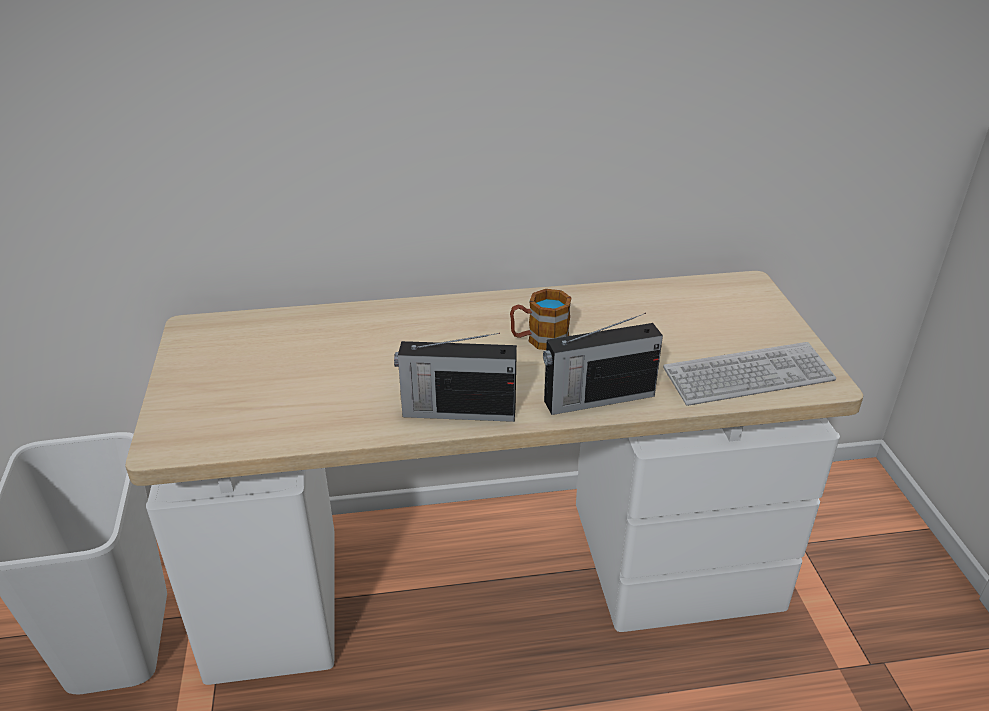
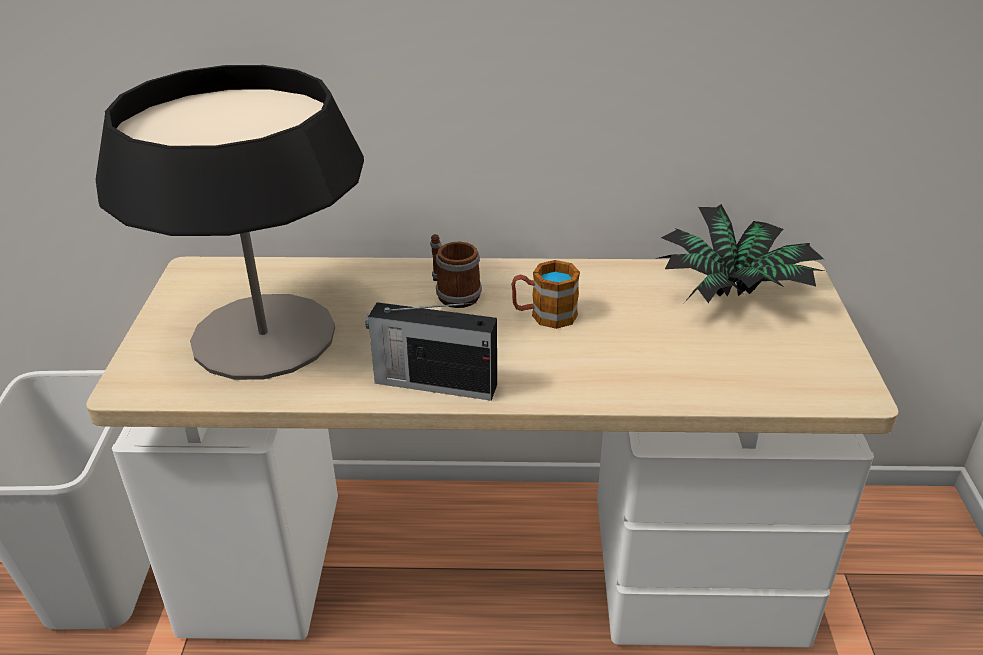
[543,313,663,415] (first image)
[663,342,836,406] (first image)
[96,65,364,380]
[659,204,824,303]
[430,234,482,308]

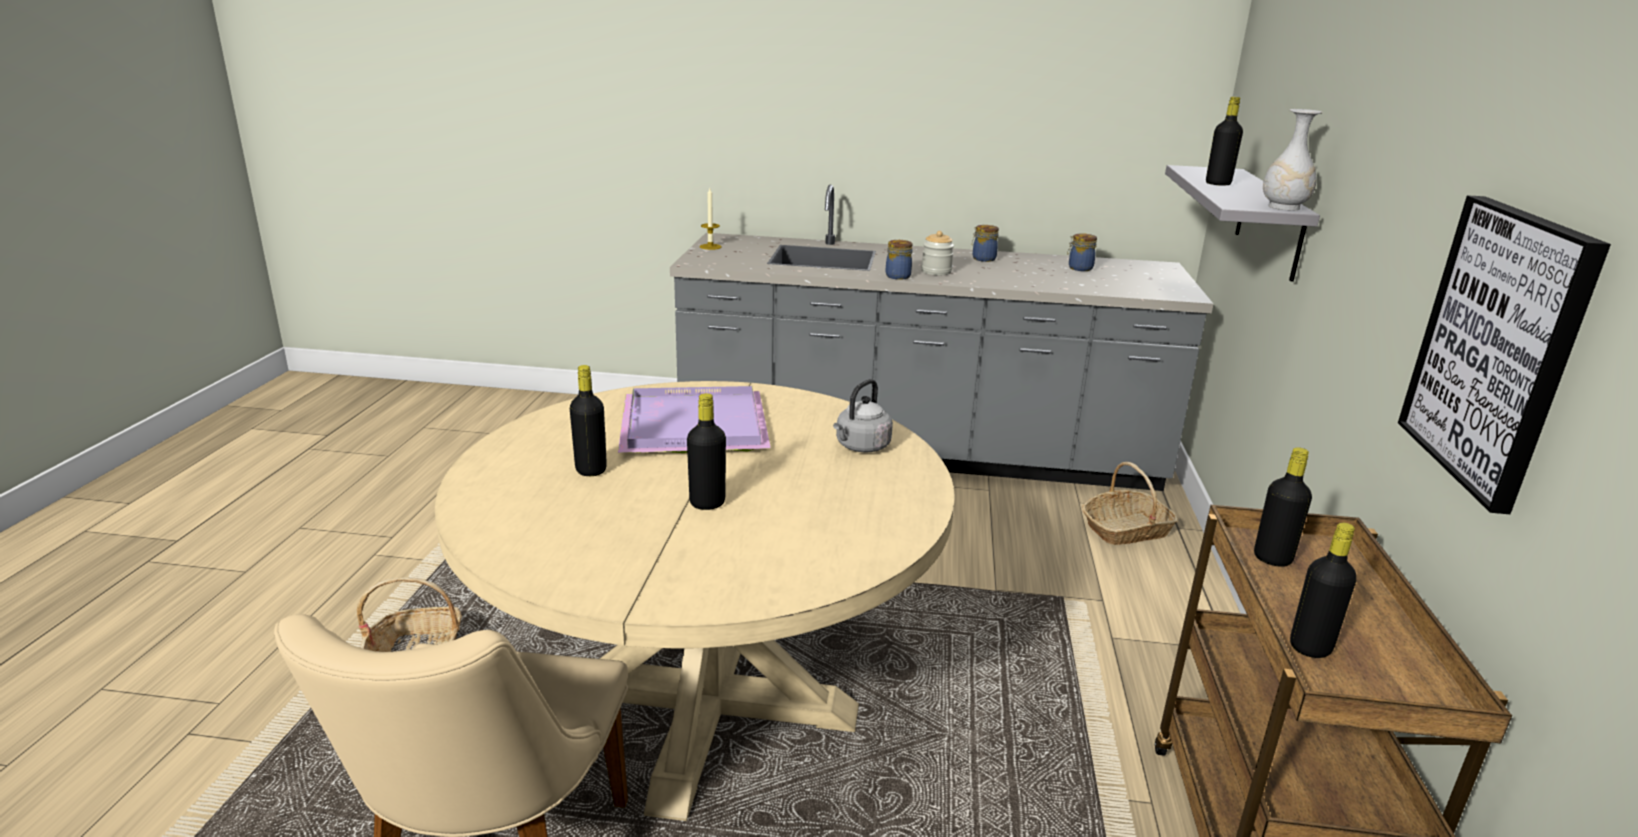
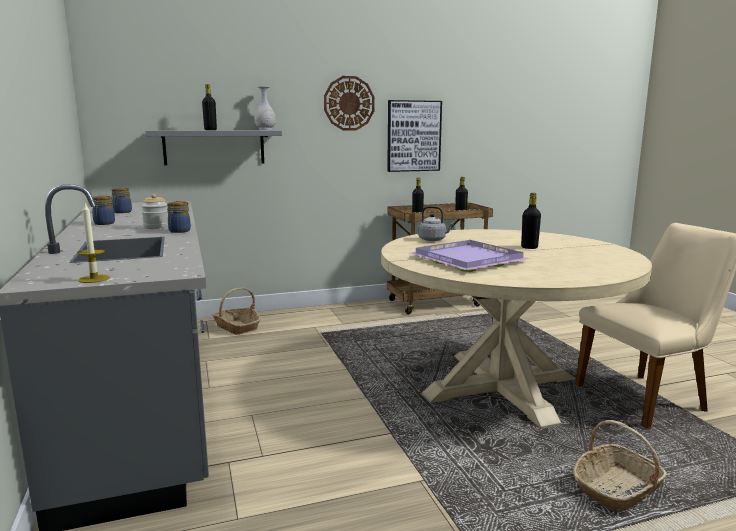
[570,365,607,476] (first image)
[324,76,375,131]

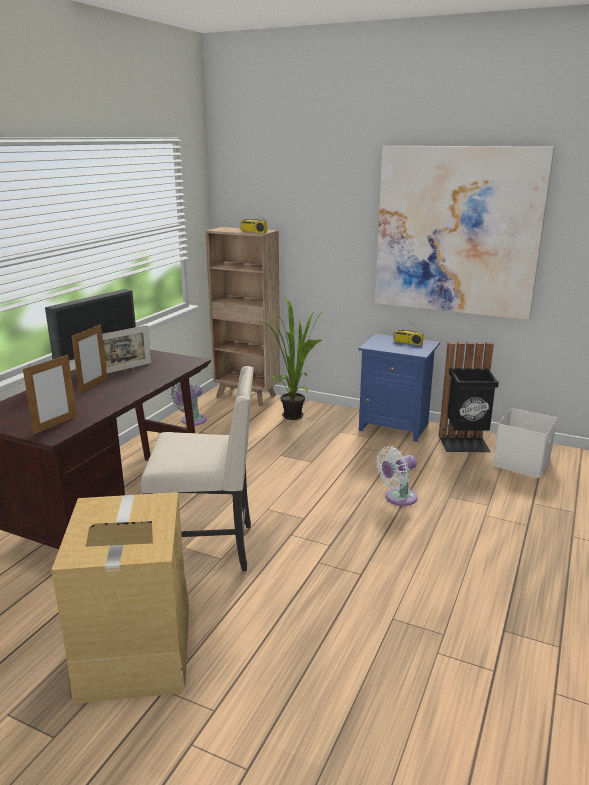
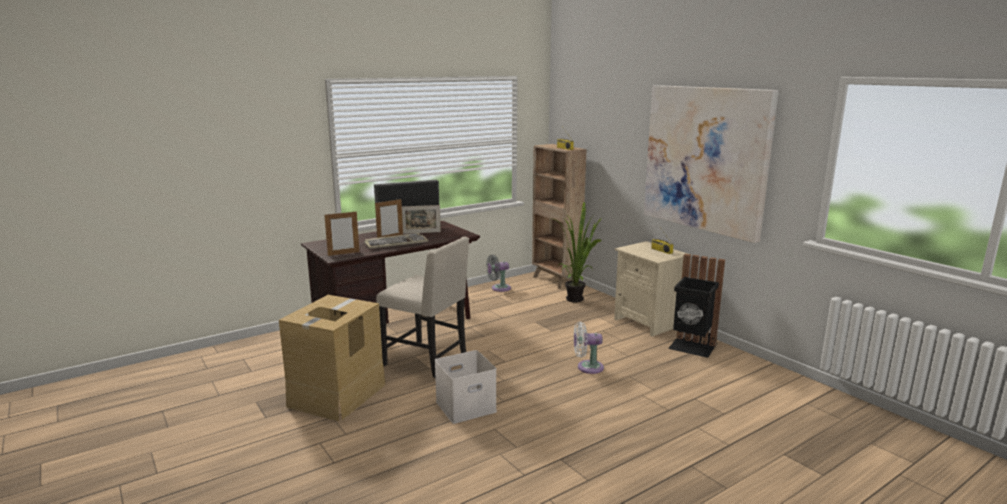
[614,241,688,337]
[435,350,497,424]
[364,233,429,249]

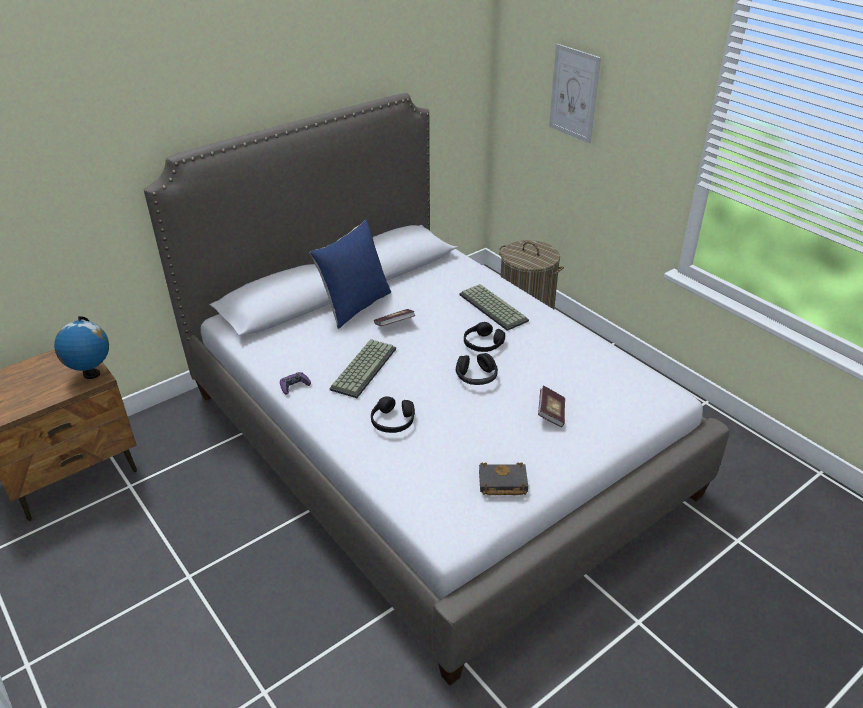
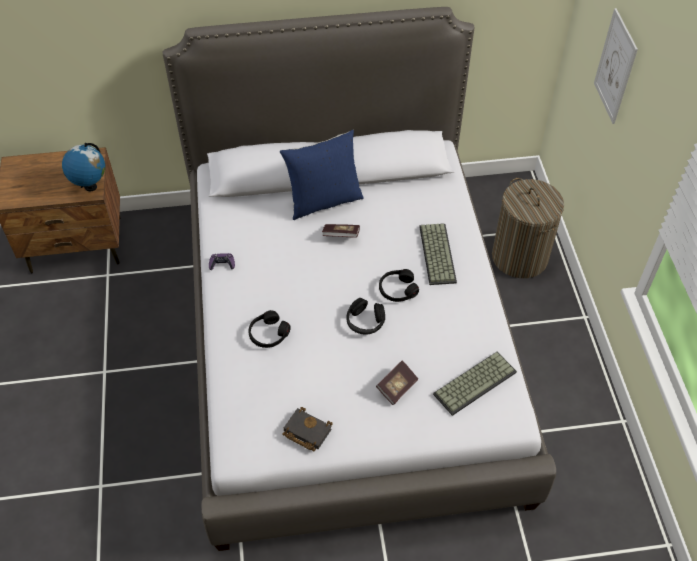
[433,352,517,416]

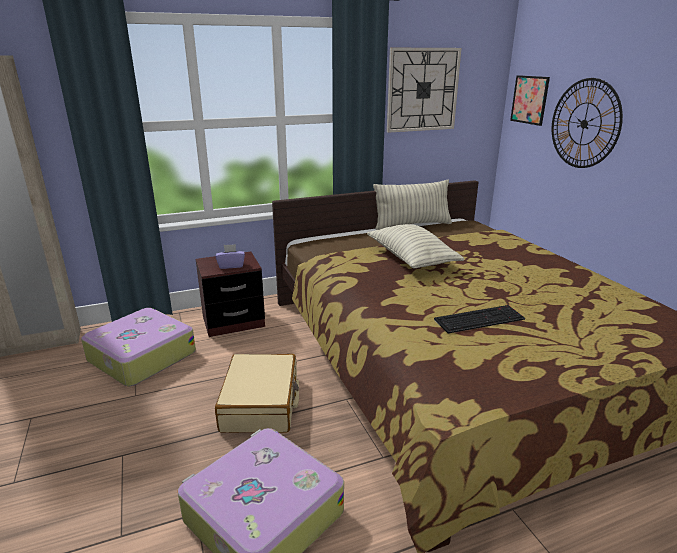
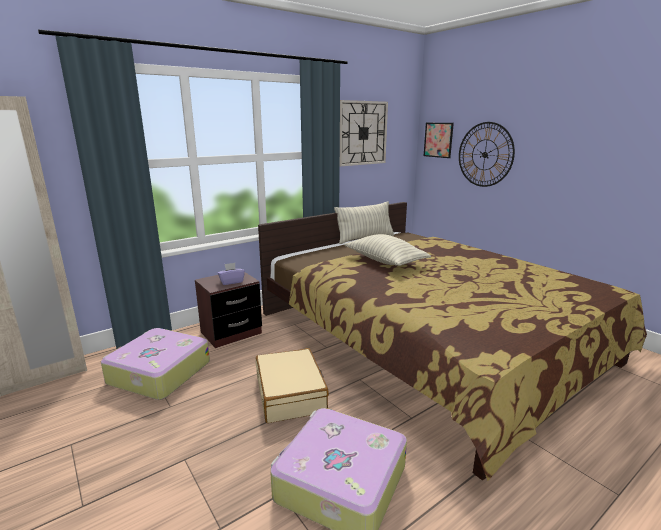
[434,305,525,334] (first image)

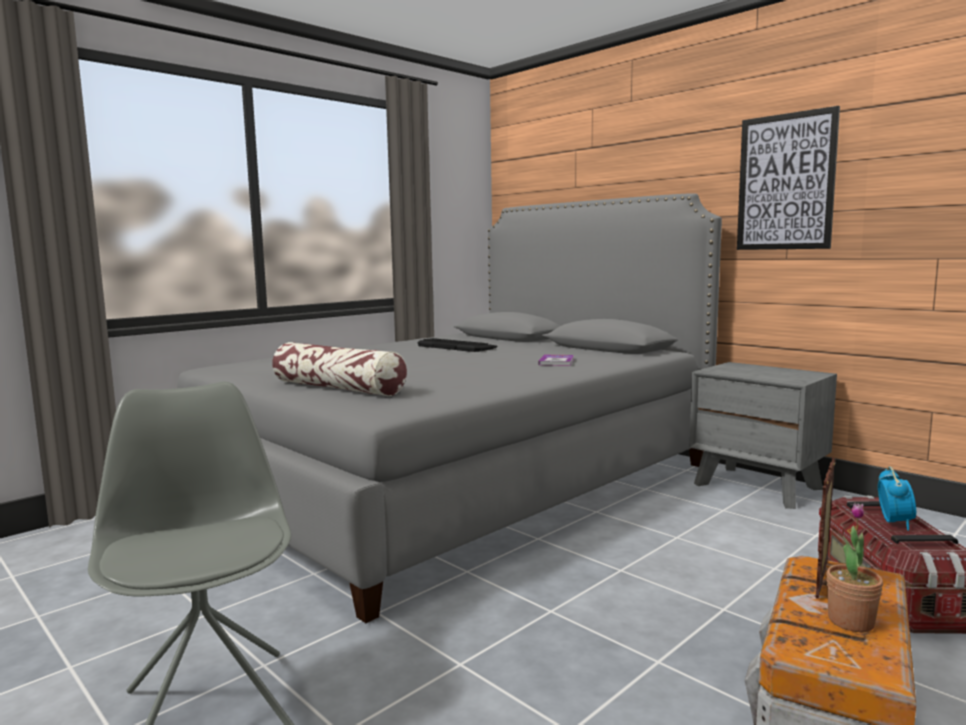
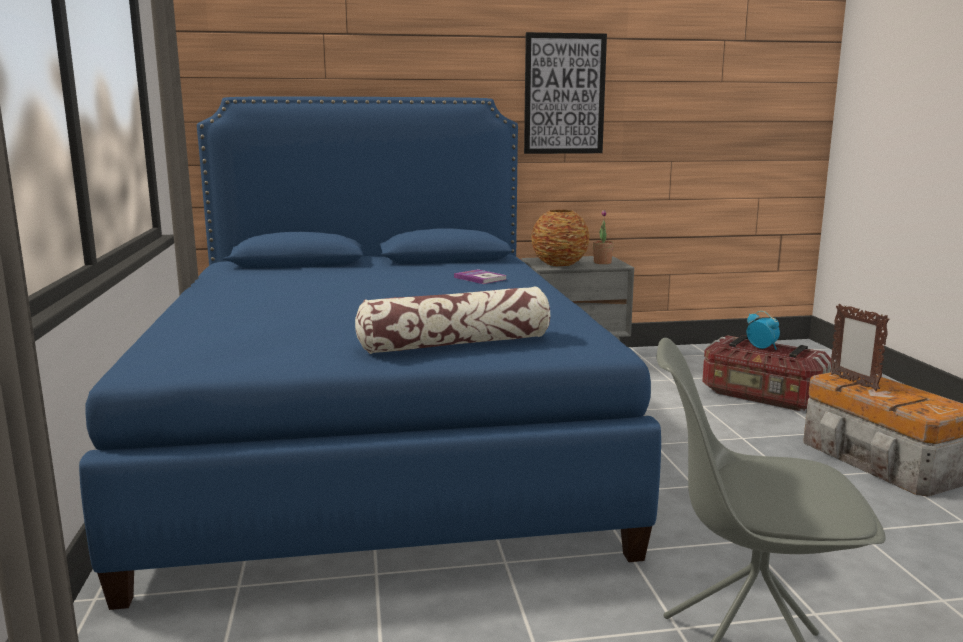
[79,96,661,610]
[418,338,497,352] (first image)
[593,210,614,264]
[531,210,590,266]

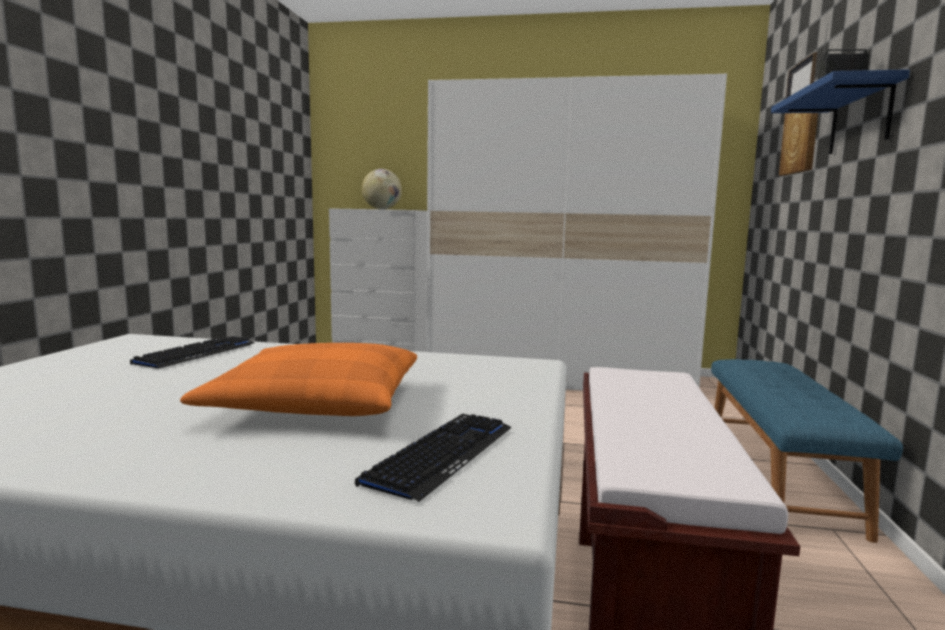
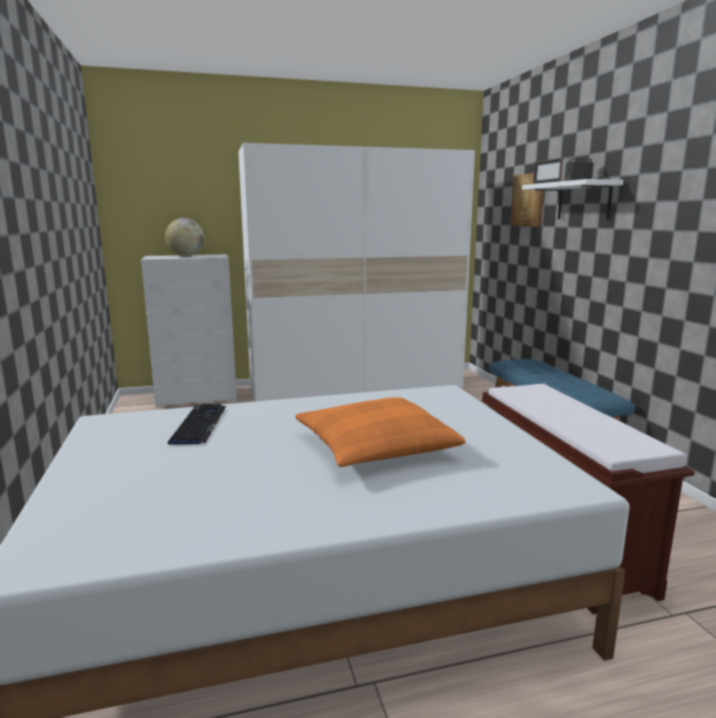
[522,179,624,220]
[355,414,512,502] (first image)

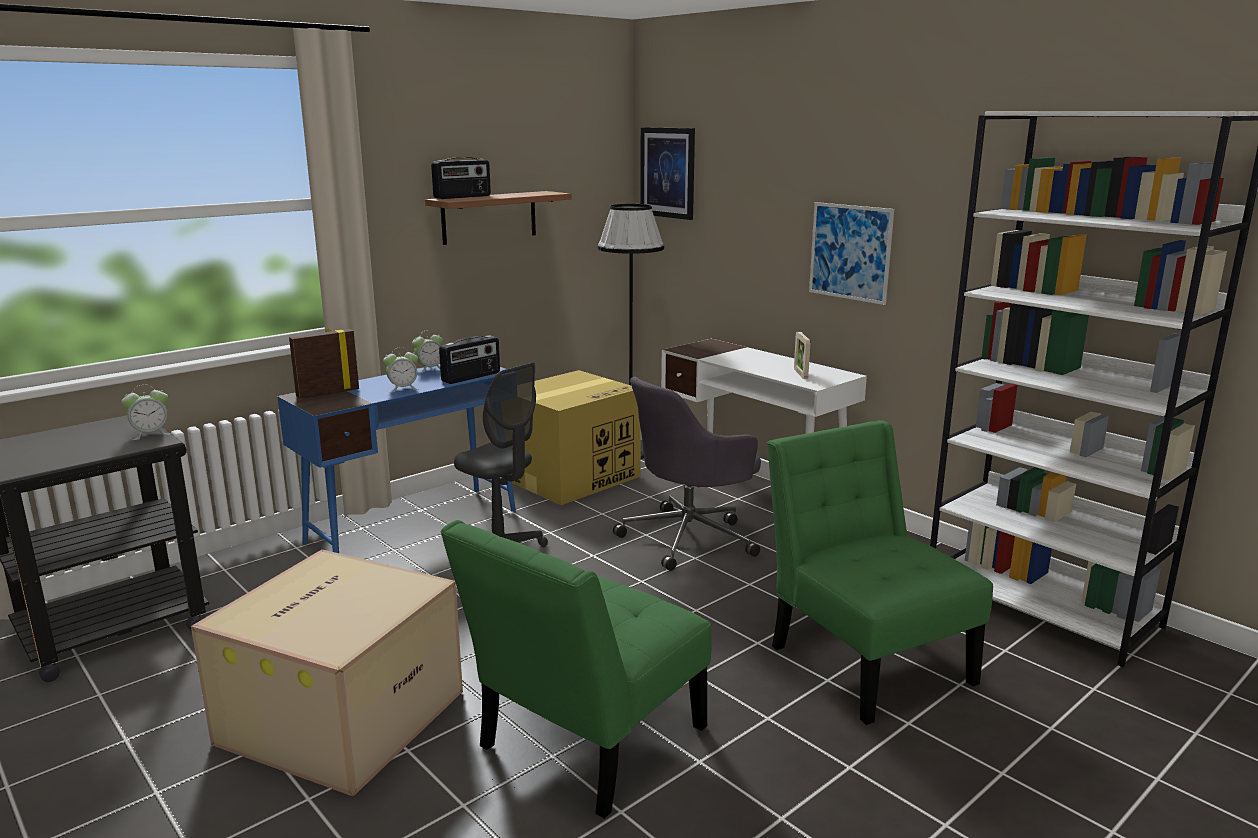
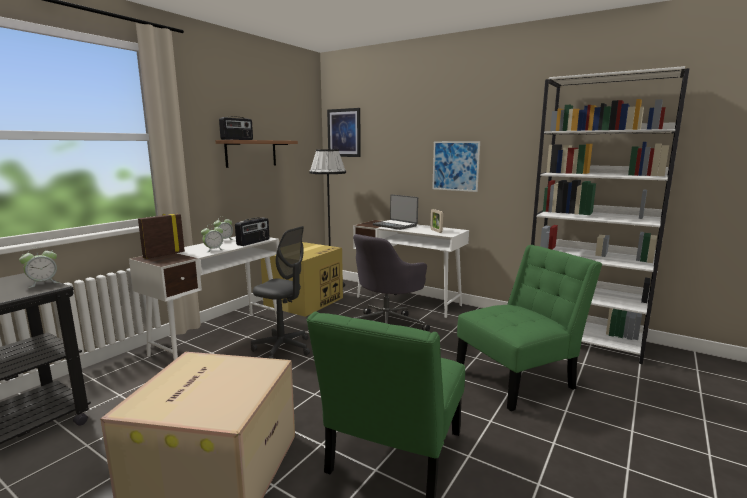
[129,236,279,360]
[456,245,602,411]
[373,194,418,230]

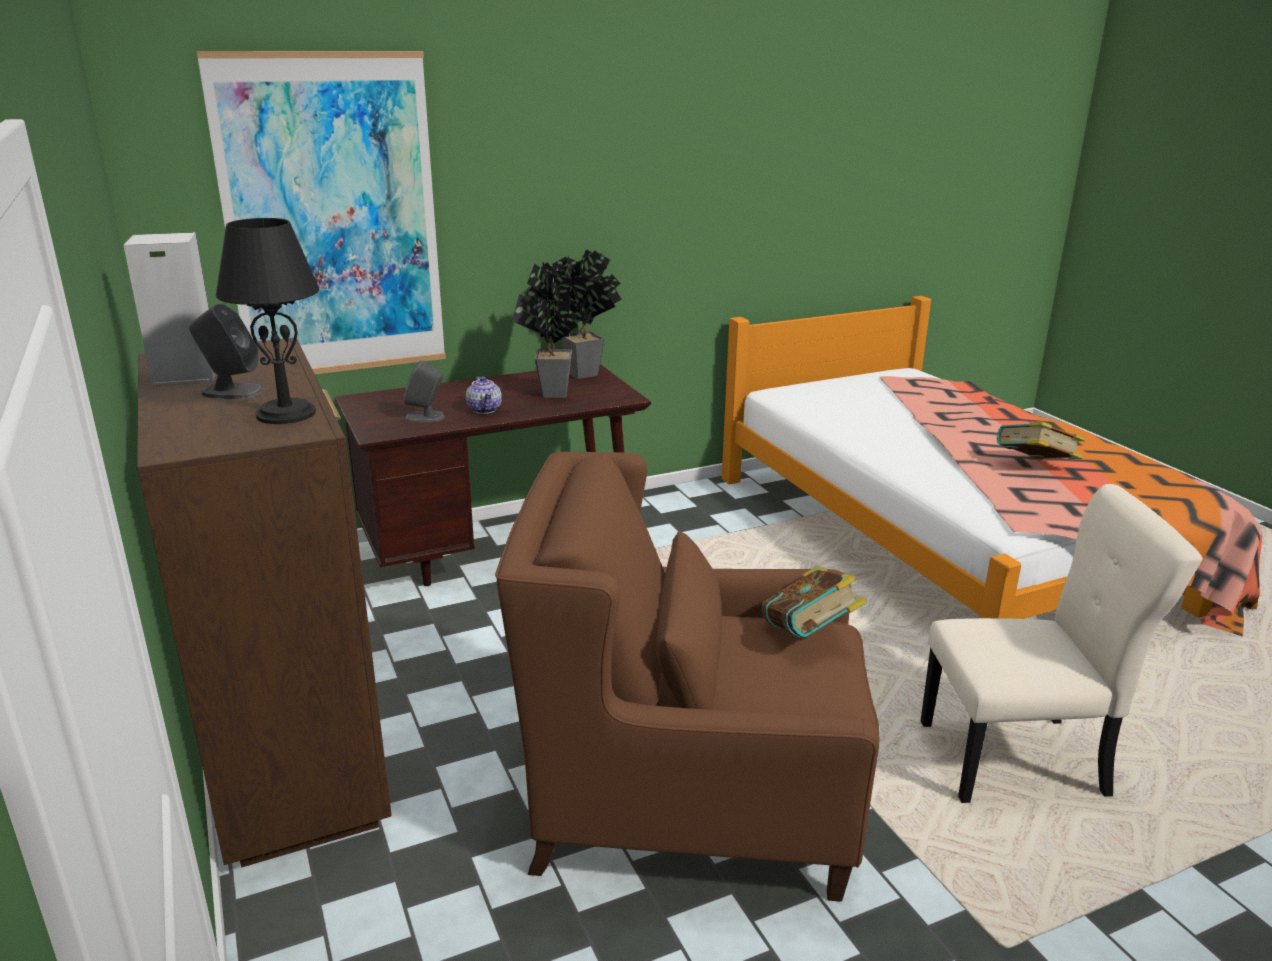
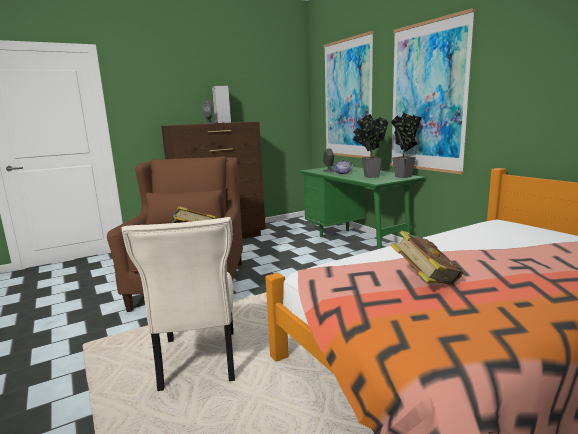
[216,218,319,424] (first image)
[300,166,425,249]
[390,8,476,174]

